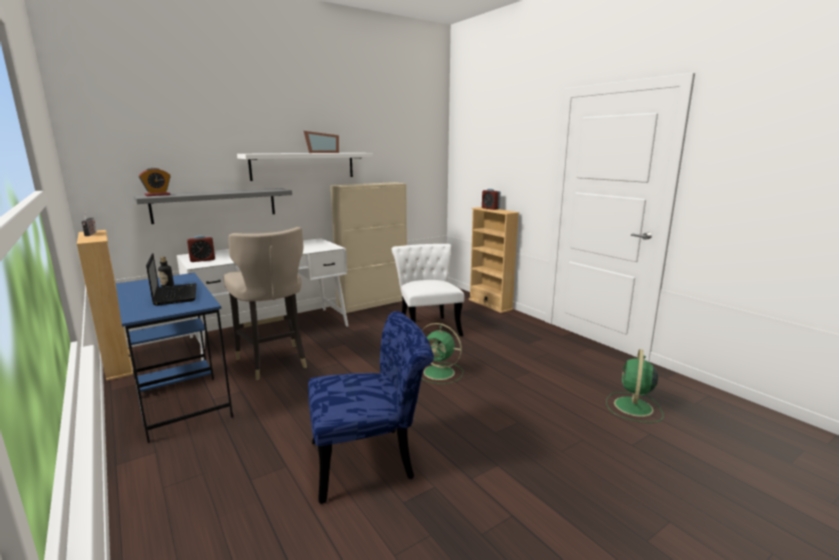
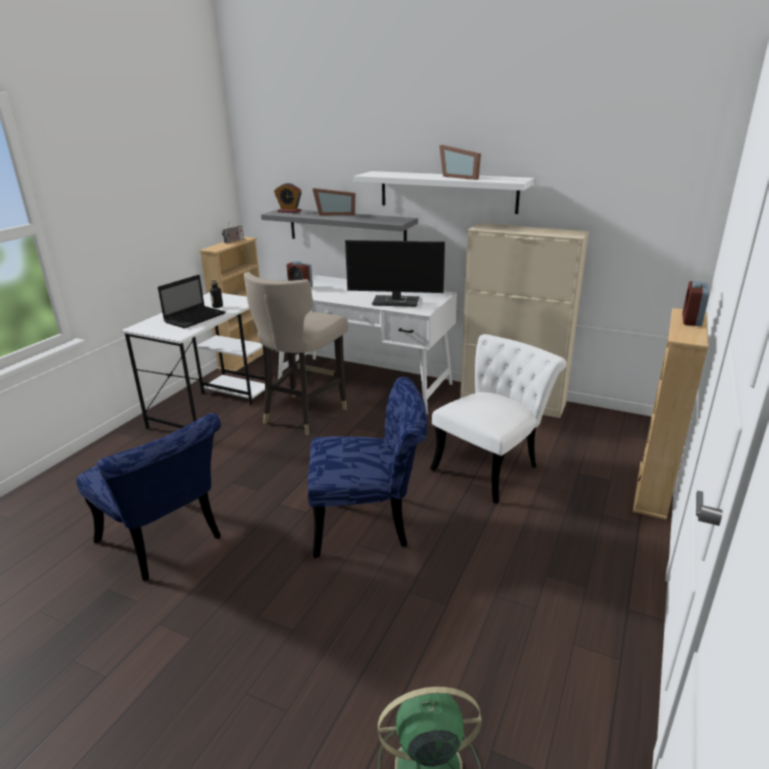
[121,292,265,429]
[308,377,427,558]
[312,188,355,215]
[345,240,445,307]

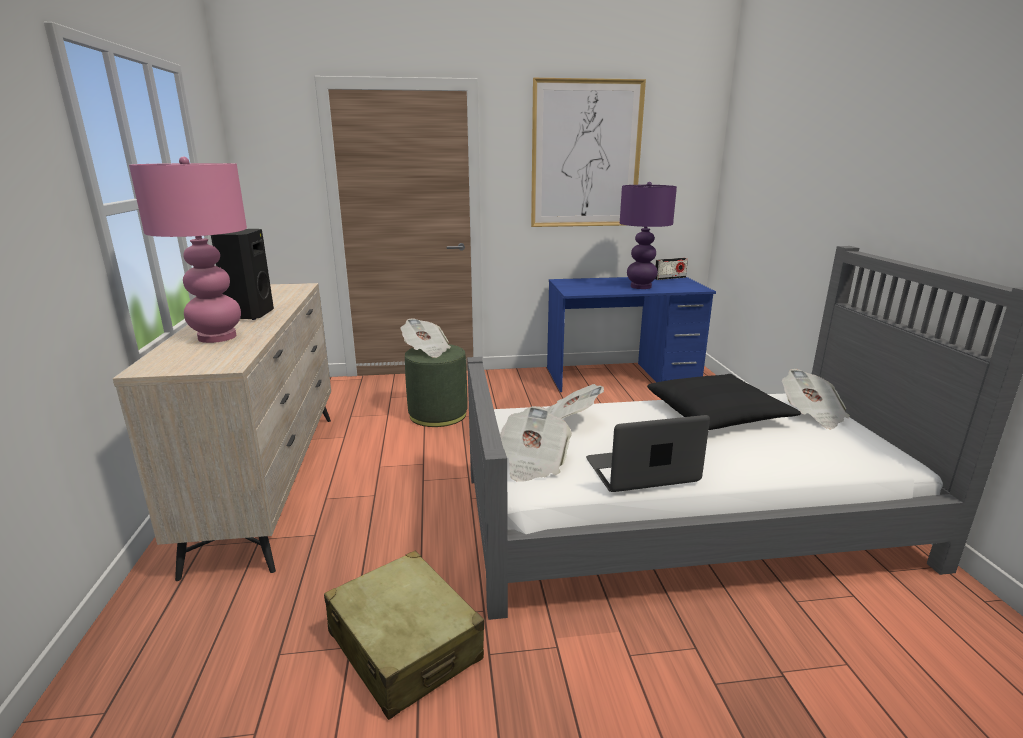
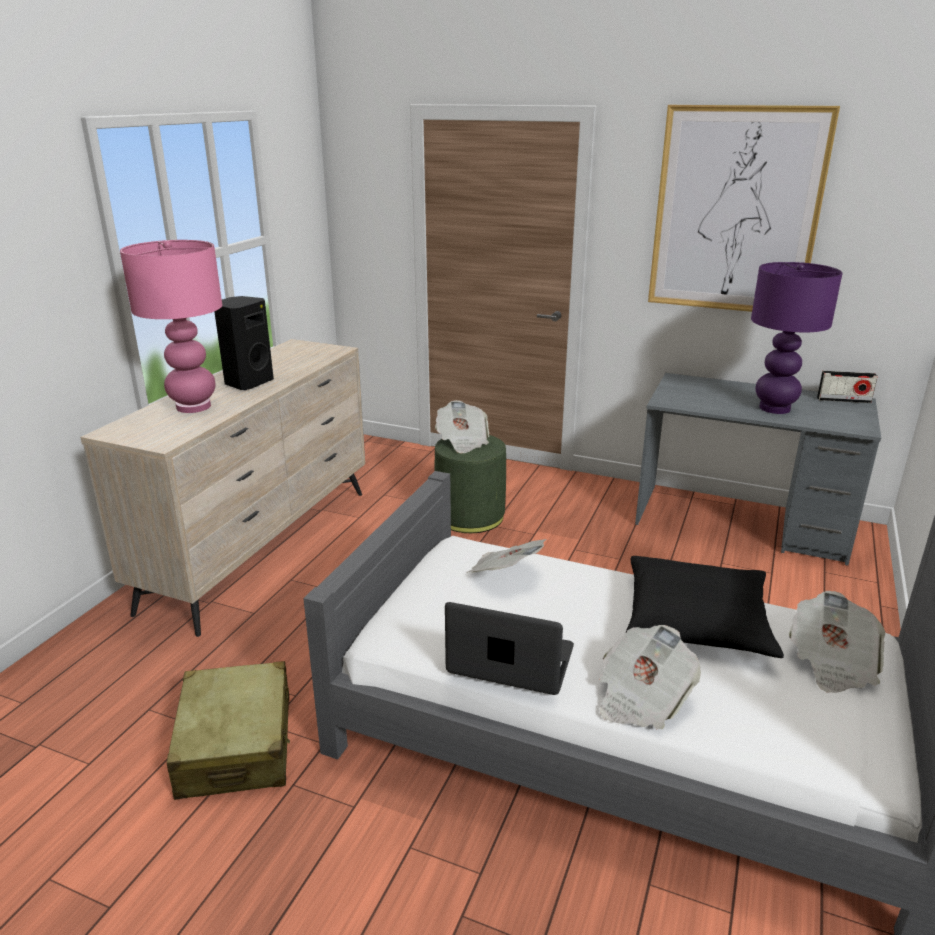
[635,373,881,565]
[599,625,701,729]

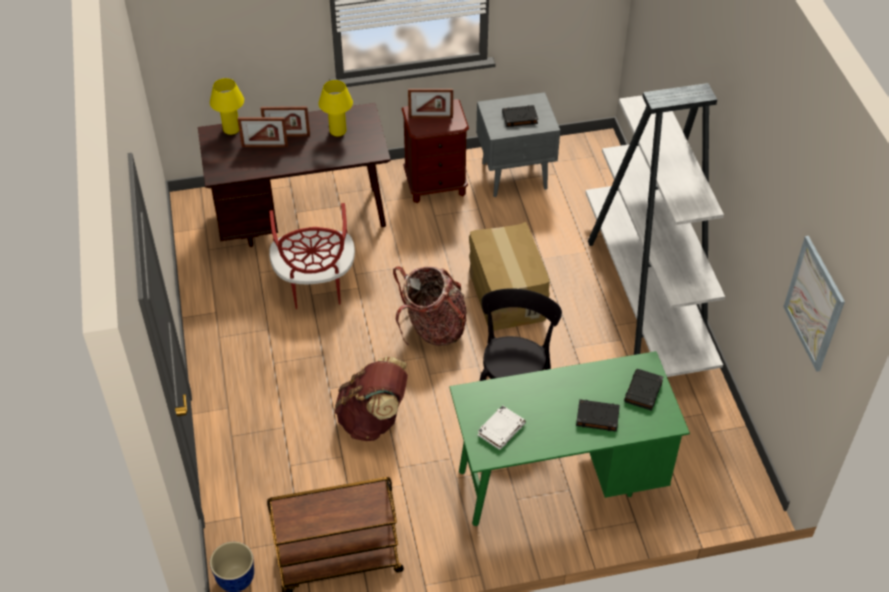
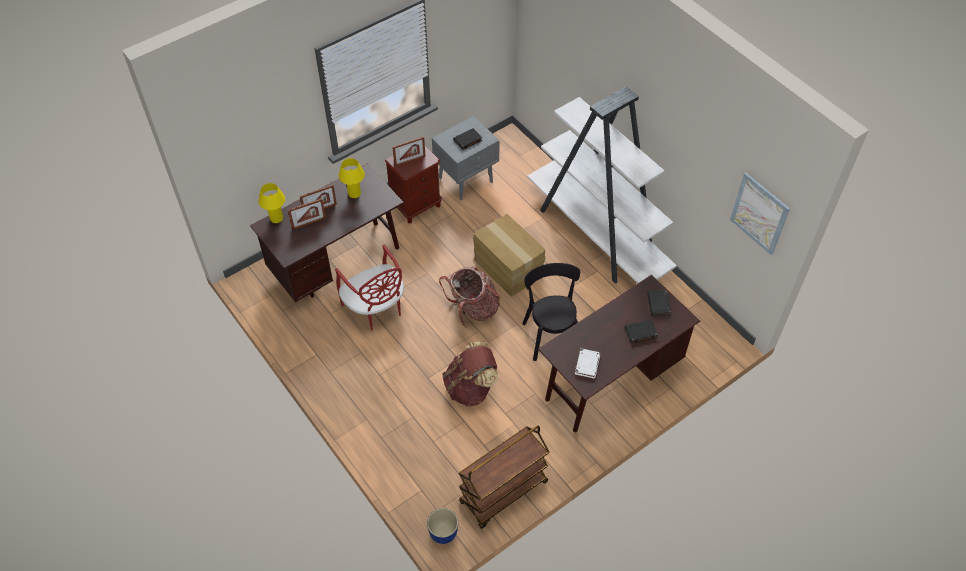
[538,275,700,432]

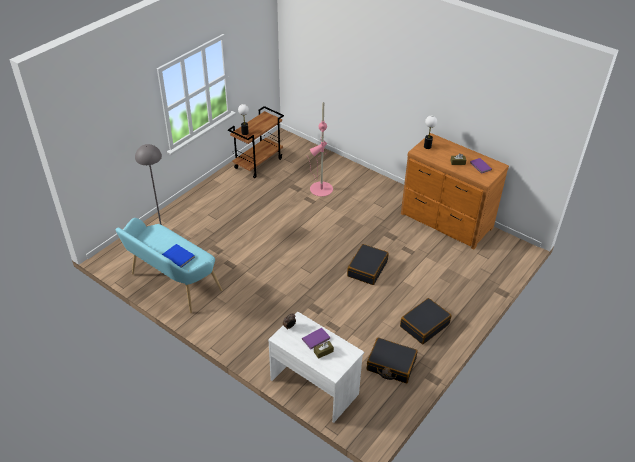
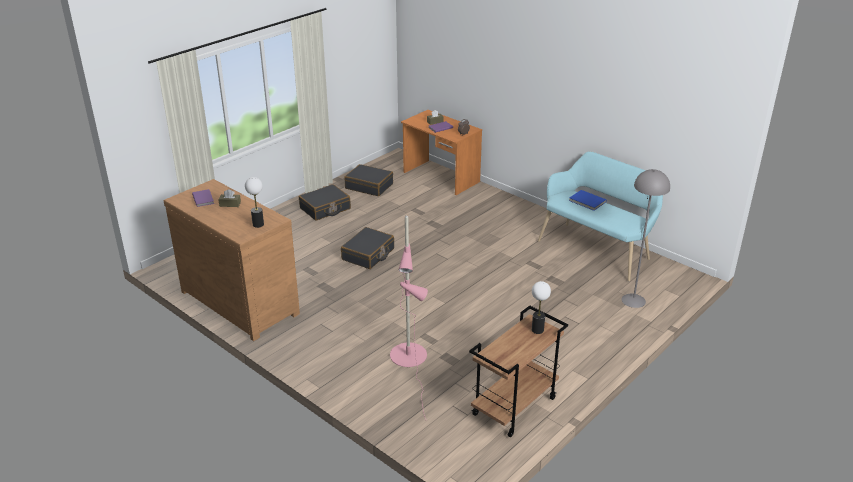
[401,110,482,195]

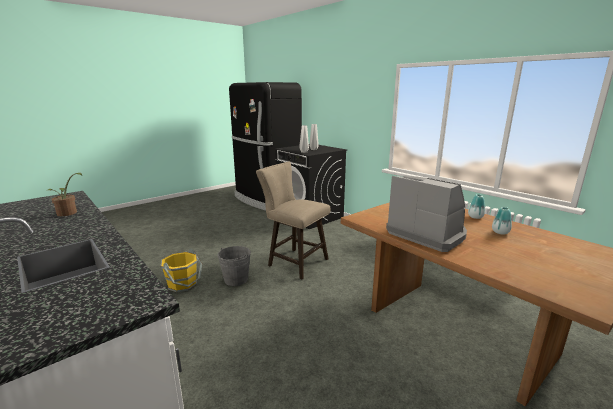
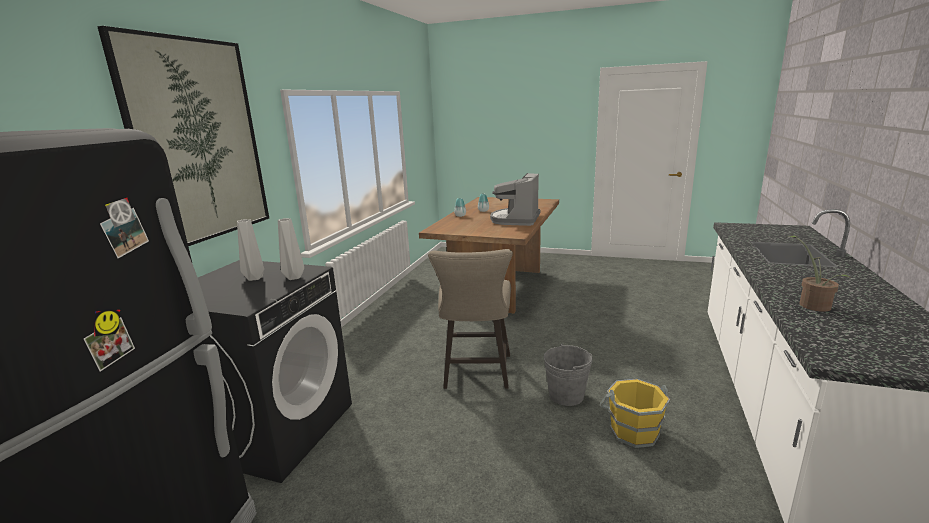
[97,26,269,246]

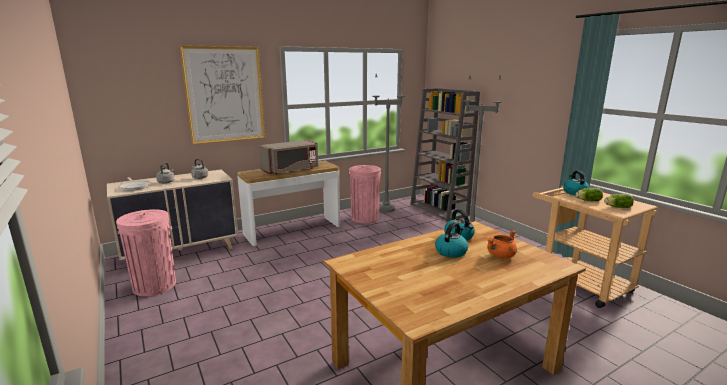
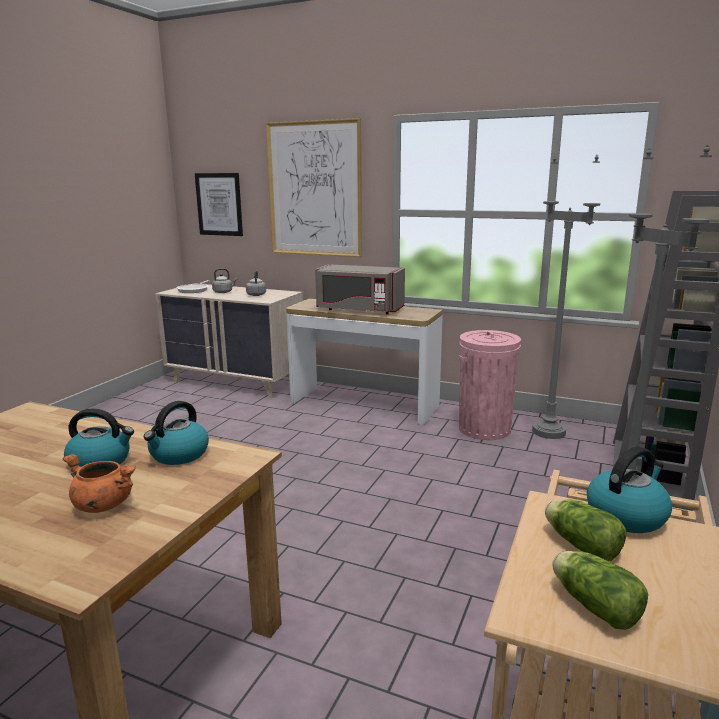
[116,209,176,296] (first image)
[195,173,243,236]

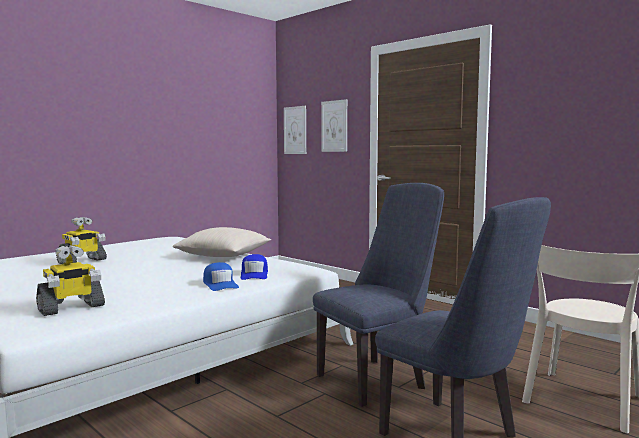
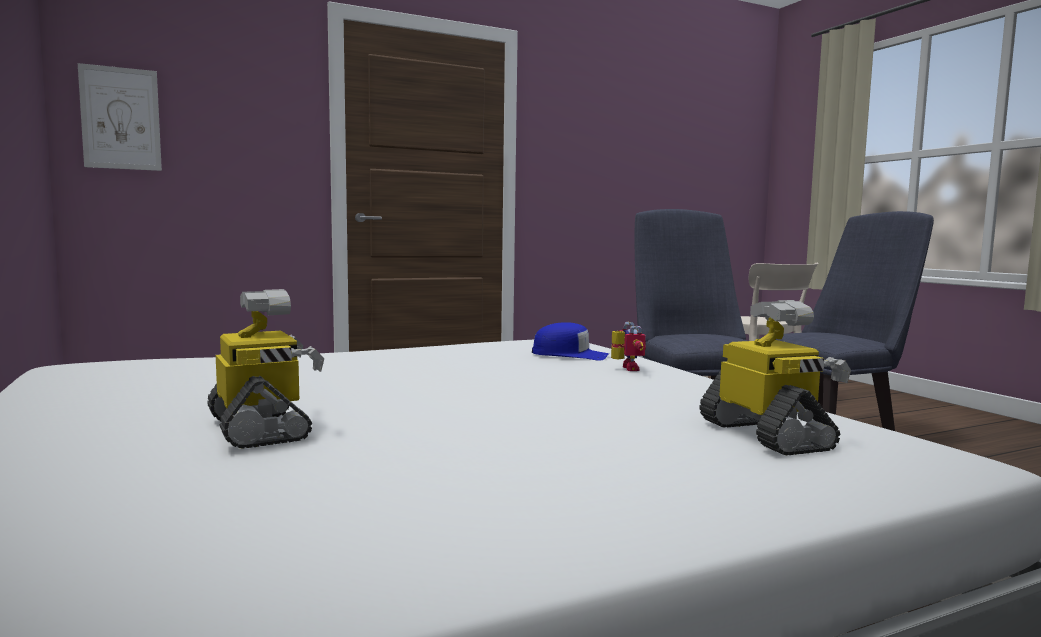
[321,99,347,152] (first image)
[173,227,271,257] (first image)
[611,322,646,371]

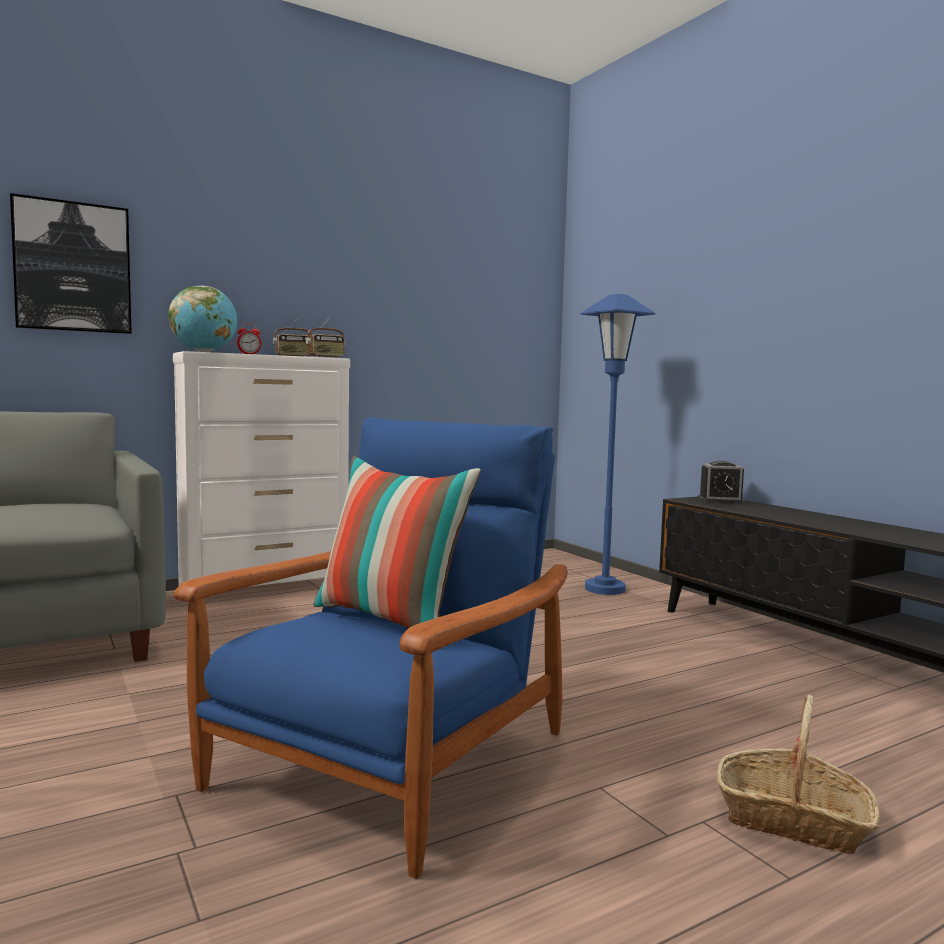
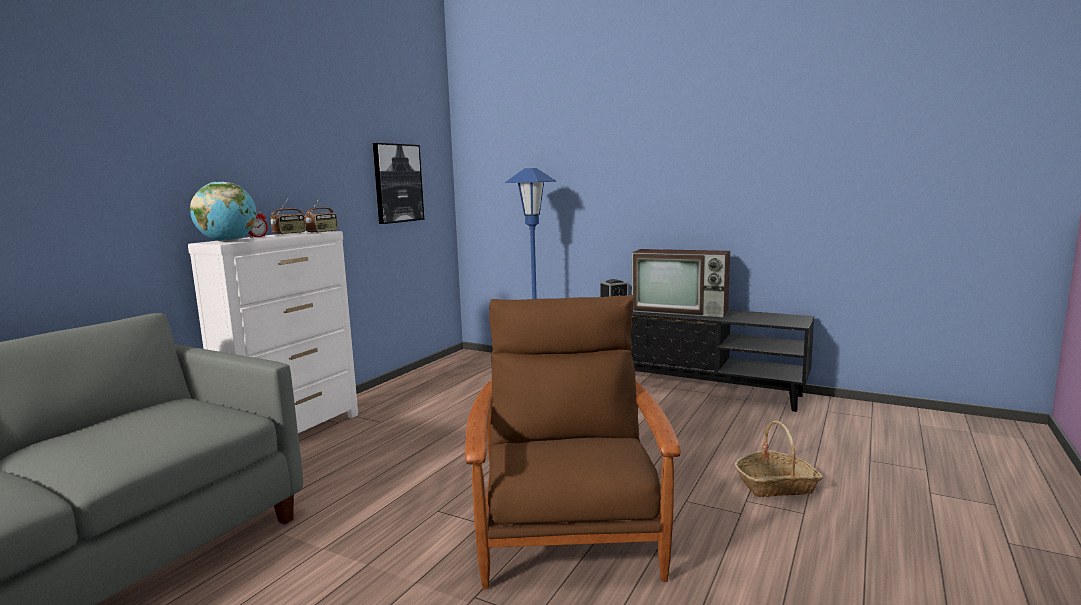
[373,143,424,224]
[465,295,681,589]
[313,456,481,629] (first image)
[632,249,730,318]

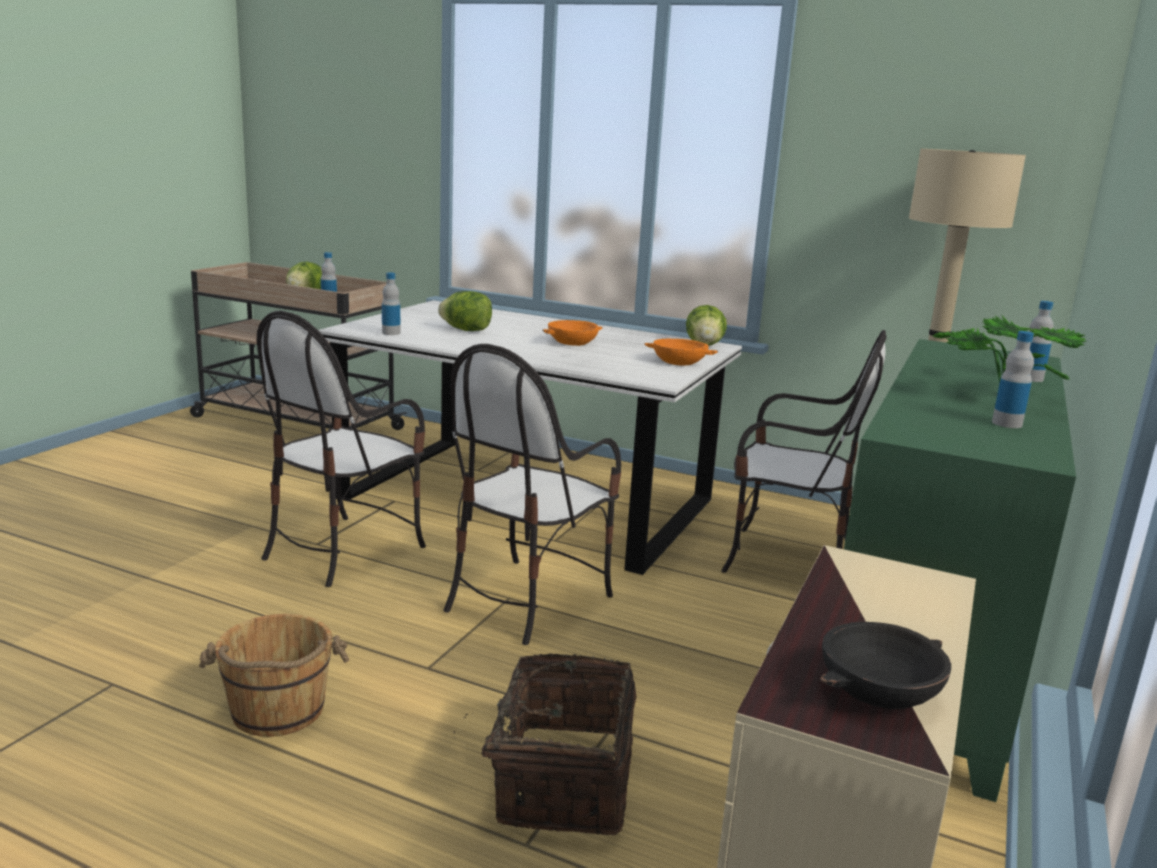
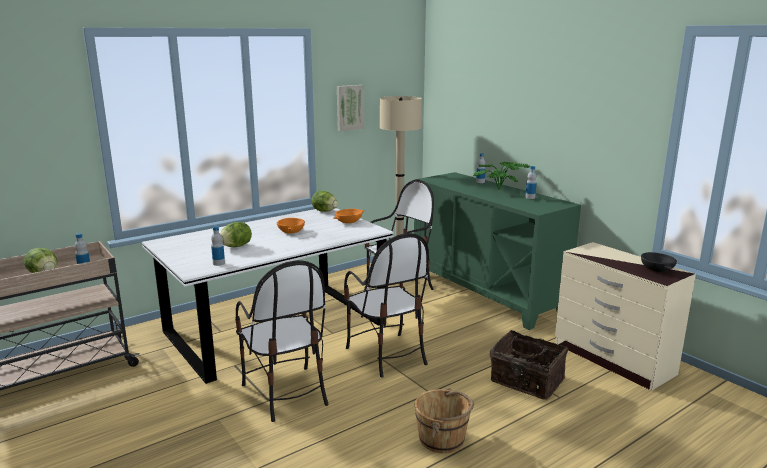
[337,85,364,131]

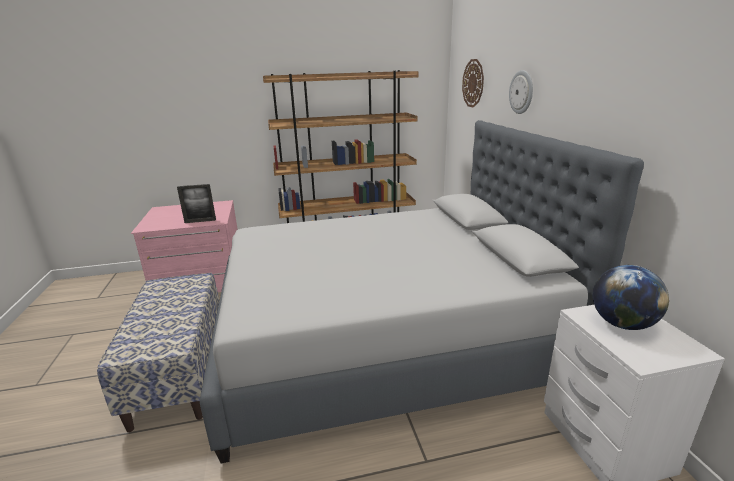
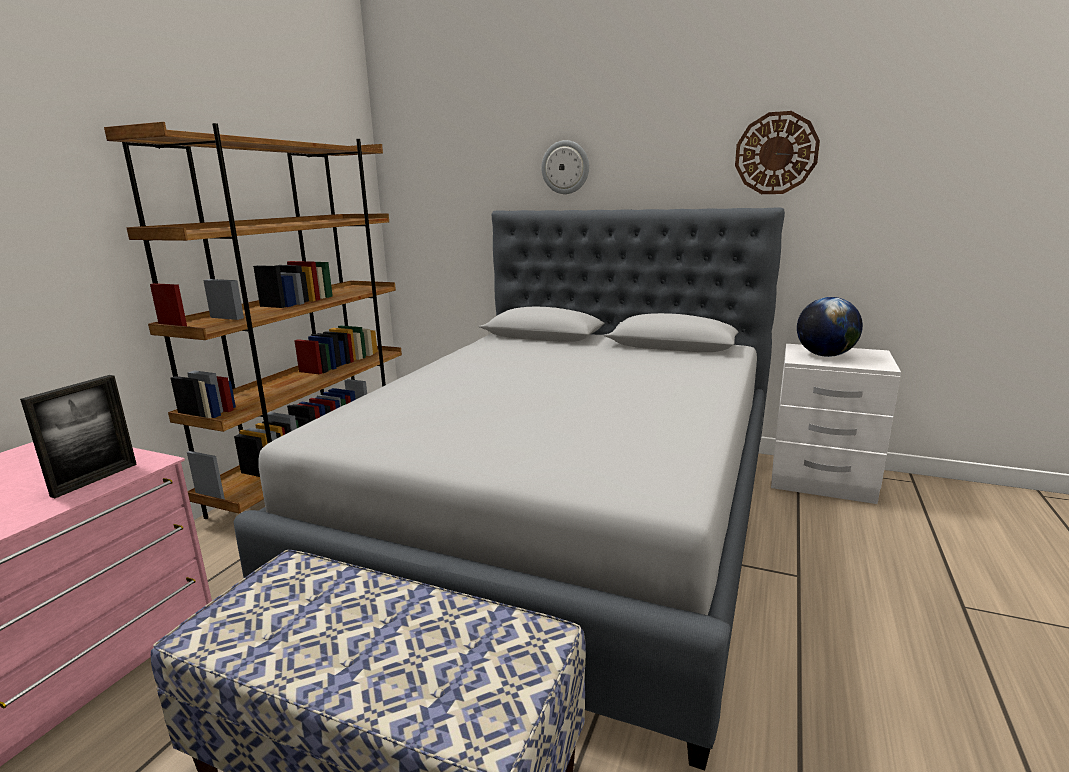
[735,111,820,194]

